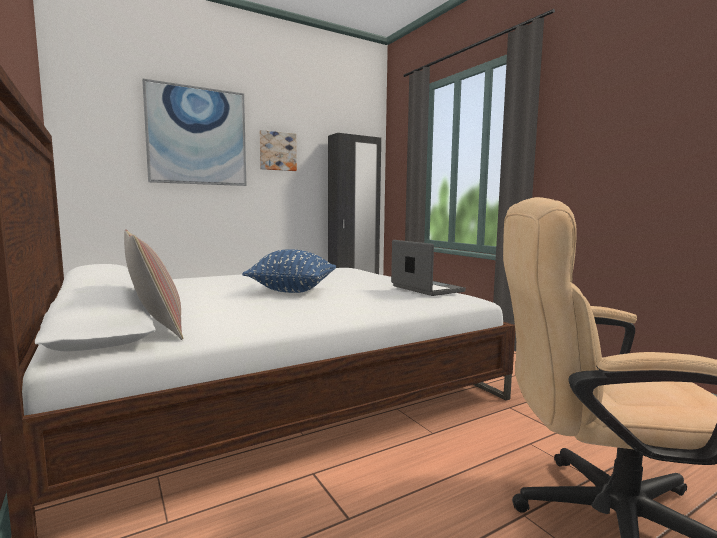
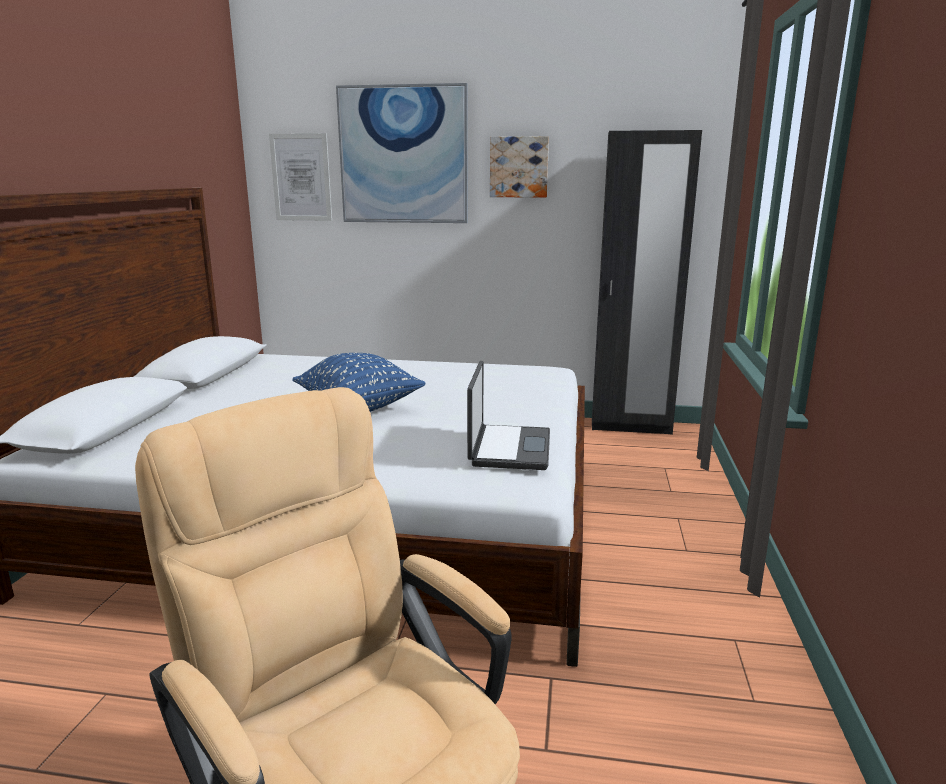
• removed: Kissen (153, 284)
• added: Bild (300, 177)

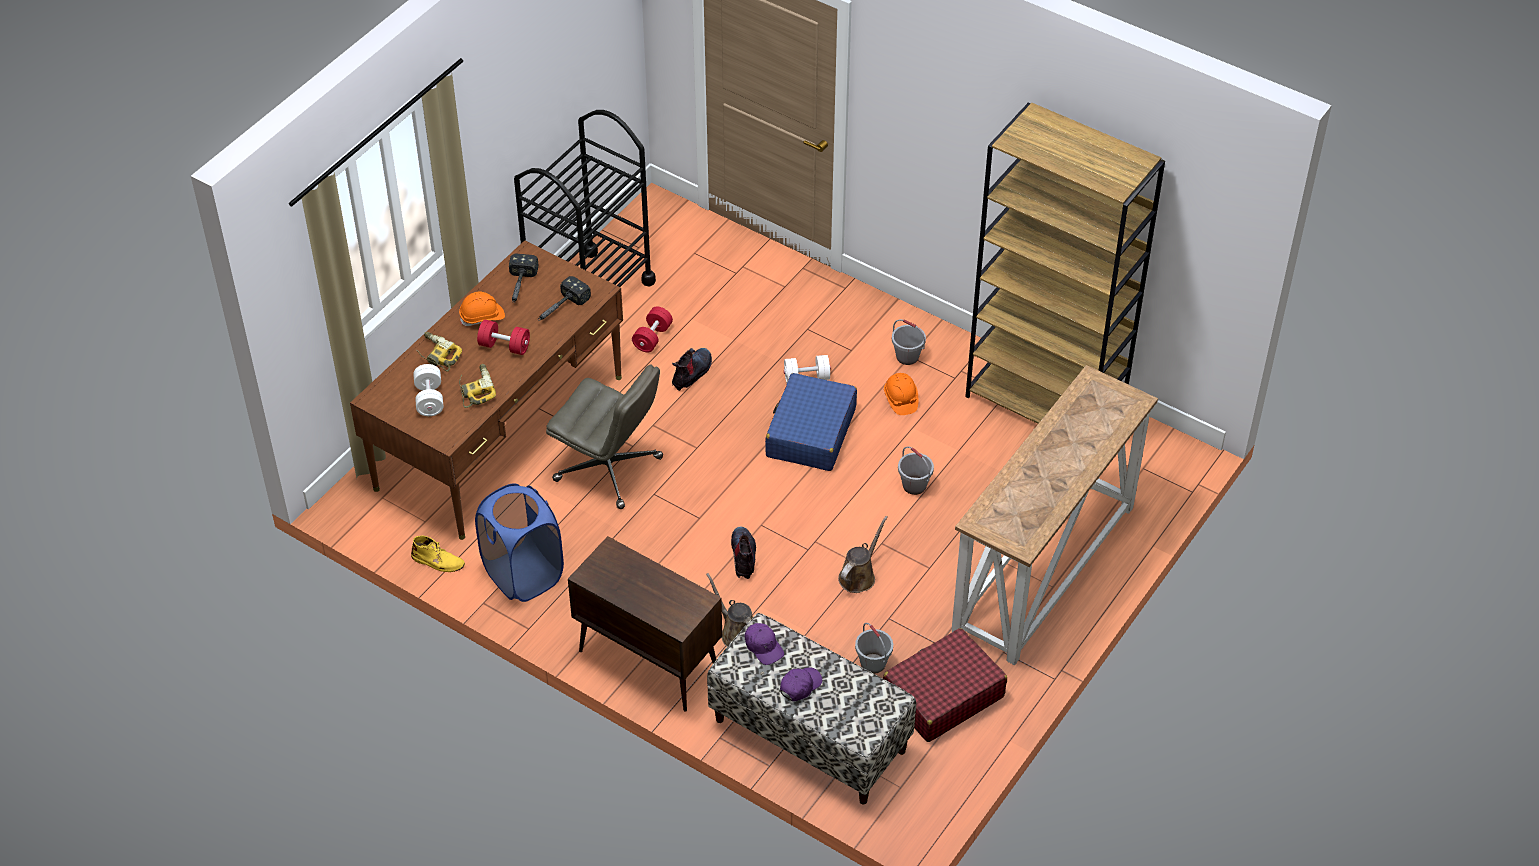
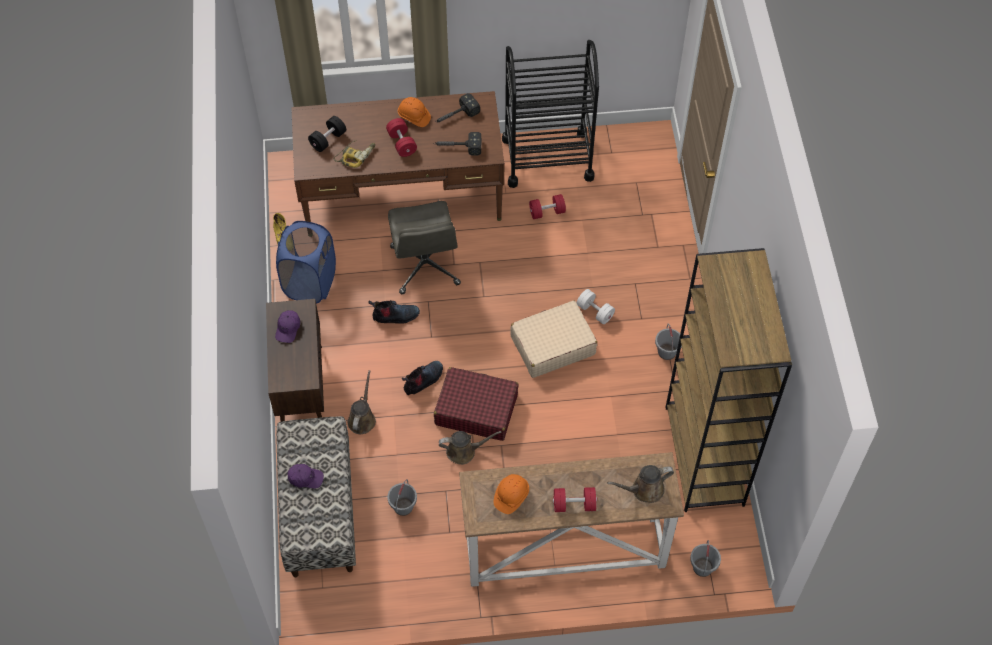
• removed: Bohrmaschine (439, 352)
• moved: Stiefel (692, 369) to (394, 312)
• recoloured: Hantel (weiß) (428, 390) to Hantel (schwarz) (327, 134)
• recoloured: Koffer (blau) (811, 422) to Koffer (beige) (553, 339)
• moved: Schutzhelm (orange) (901, 394) to (511, 494)
• moved: Eimer (grau) (916, 470) to (705, 558)
• moved: Kappe (lila) (764, 644) to (287, 326)
• moved: Koffer (rot) (945, 685) to (476, 404)
• added: Gießkanne (braun) (640, 484)
• added: Hantel (rot) (575, 499)

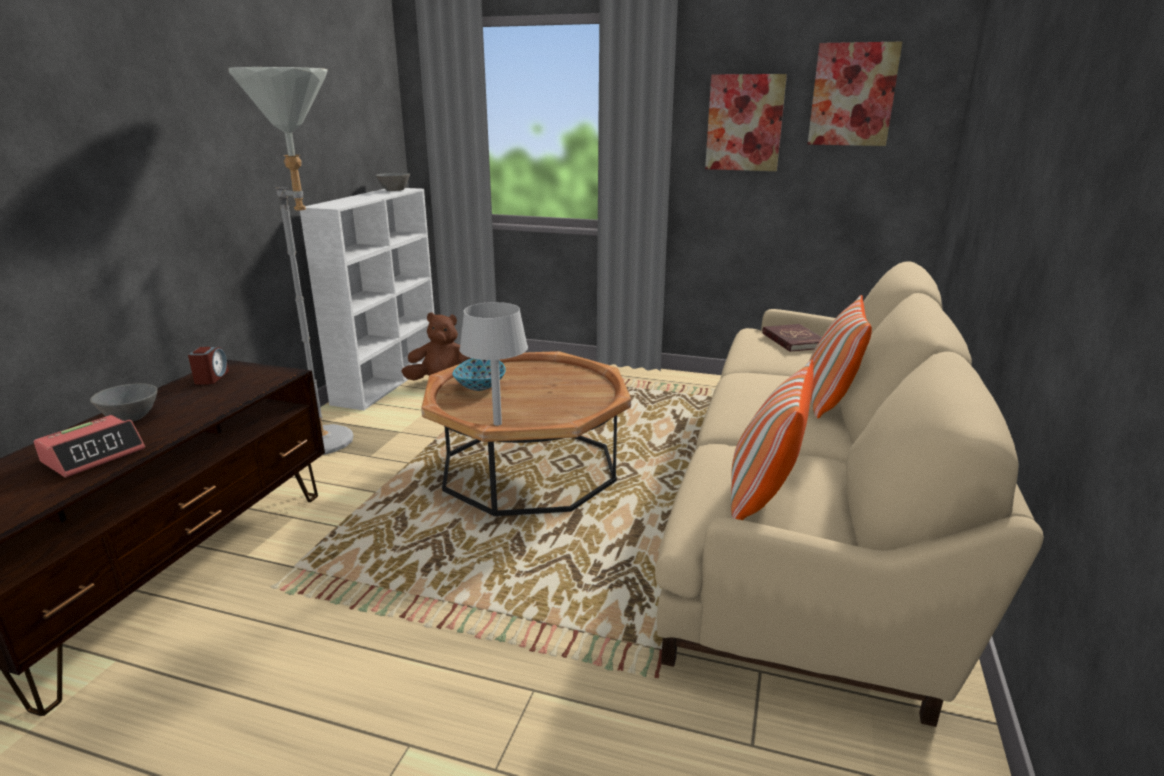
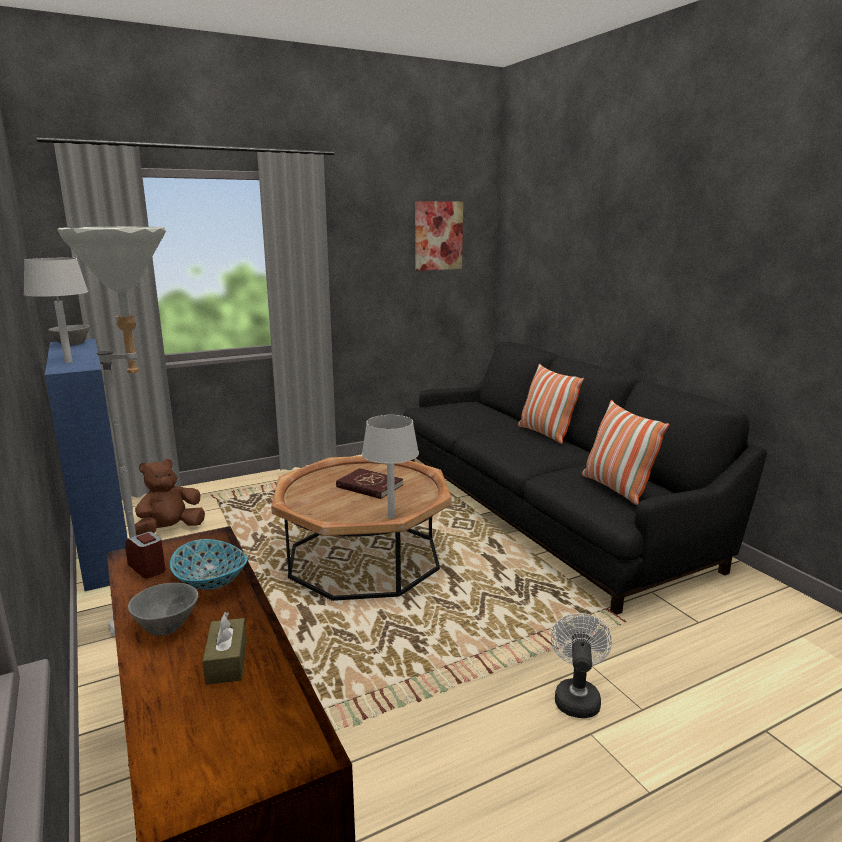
• removed: Bild (746, 122)
• recoloured: Bücherregal (weiß) (367, 299) to Bücherregal (blau) (86, 465)
• recoloured: Sofa (beige) (849, 494) to Sofa (schwarz) (585, 478)
• moved: Buch (rot) (792, 338) to (369, 483)
• moved: Schüssel (479, 374) to (208, 564)
• replaced: Wecker (89, 446) to Taschentuchbox (braun) (225, 648)
• added: Tischlampe (grau) (56, 310)
• added: Ventilator (weiß) (581, 665)

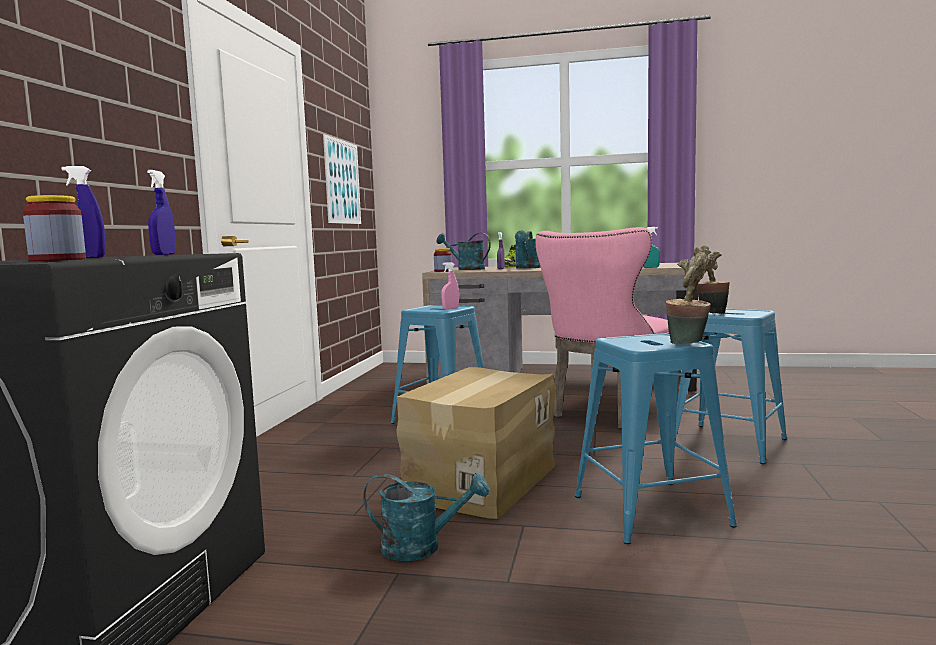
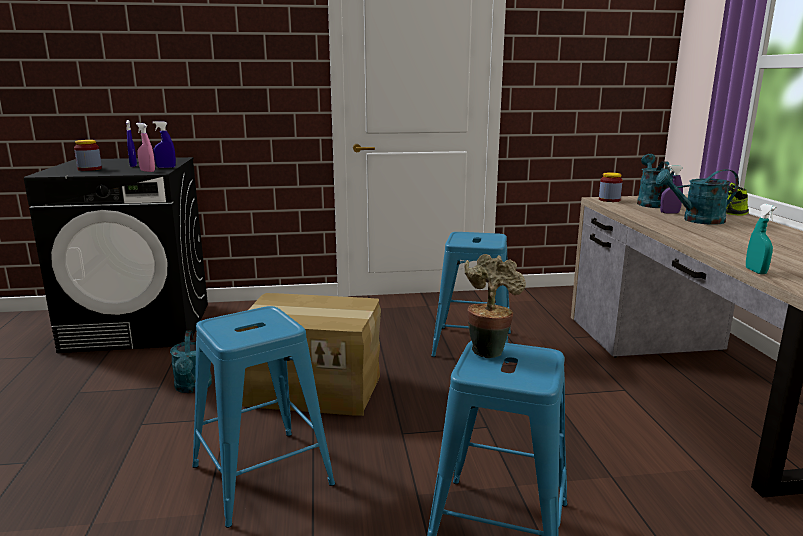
• removed: Bild (342, 179)
• removed: Stuhl (rosa) (607, 327)
• removed: Topfpflanze (690, 298)
• moved: Sprühflasche (rosa) (450, 285) to (145, 147)

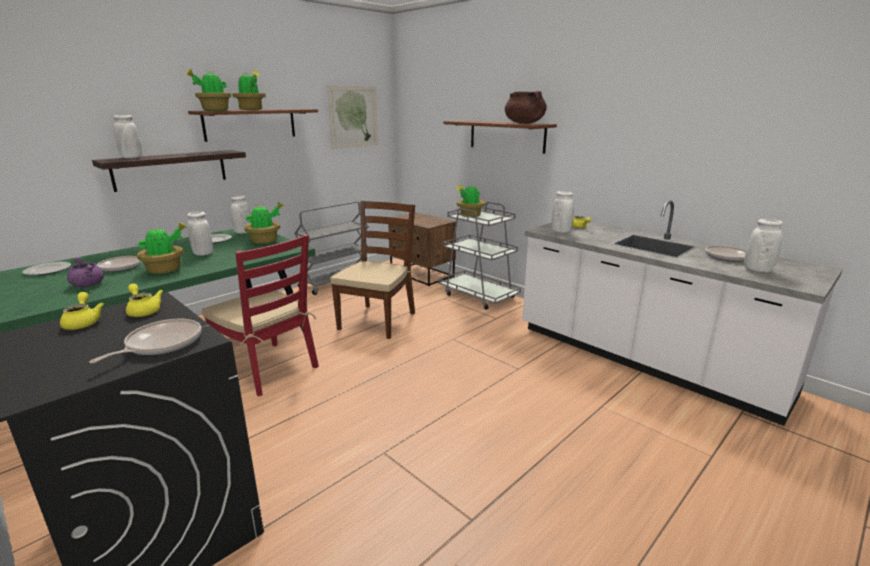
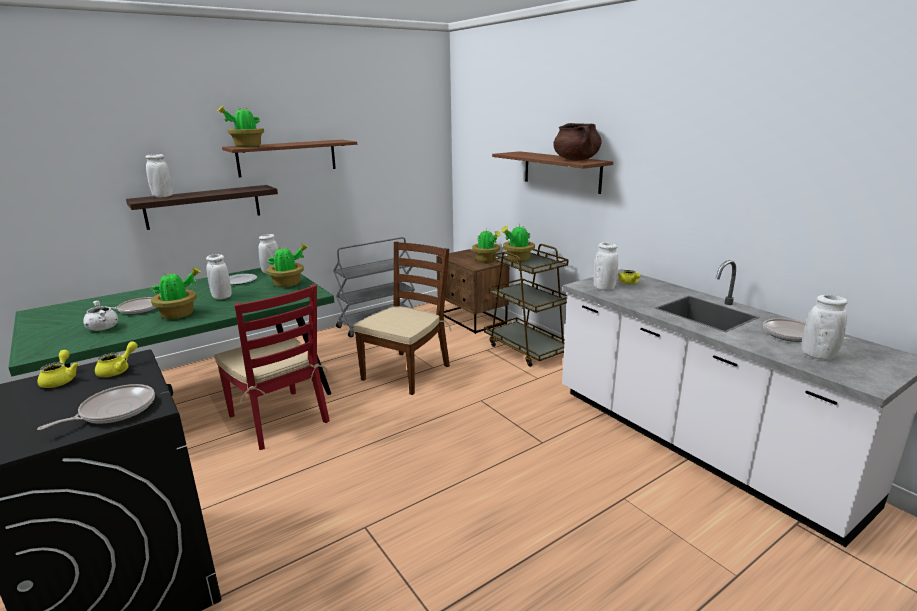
• moved: Topfpflanze (249, 90) to (486, 245)
• removed: Bild (352, 117)
• recoloured: Rollwagen (grau) (480, 256) to Rollwagen (braun) (526, 305)
• recoloured: Kochtopf (lila) (85, 272) to Kochtopf (weiß) (100, 315)
• removed: Teller (46, 268)
• turned: Teekanne (gelb) (144, 300) = (116, 359) 60 degrees clockwise

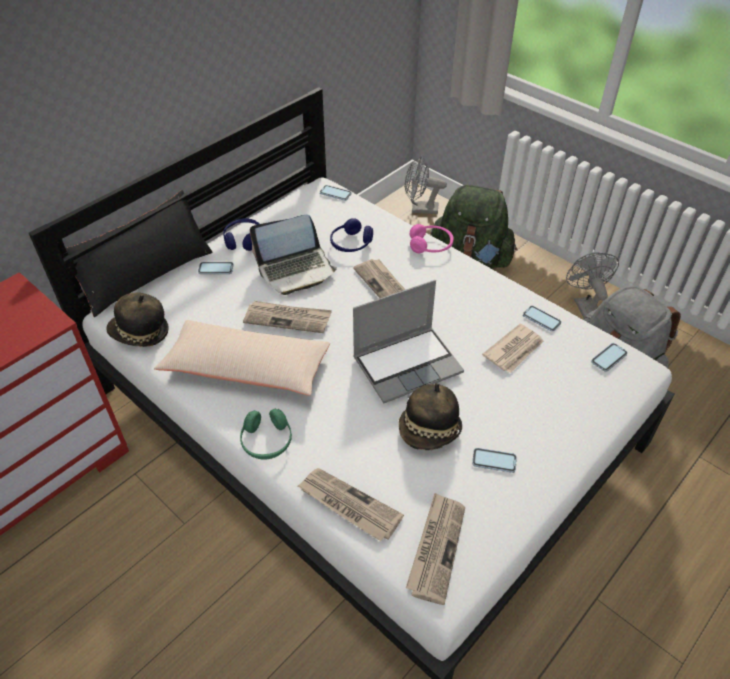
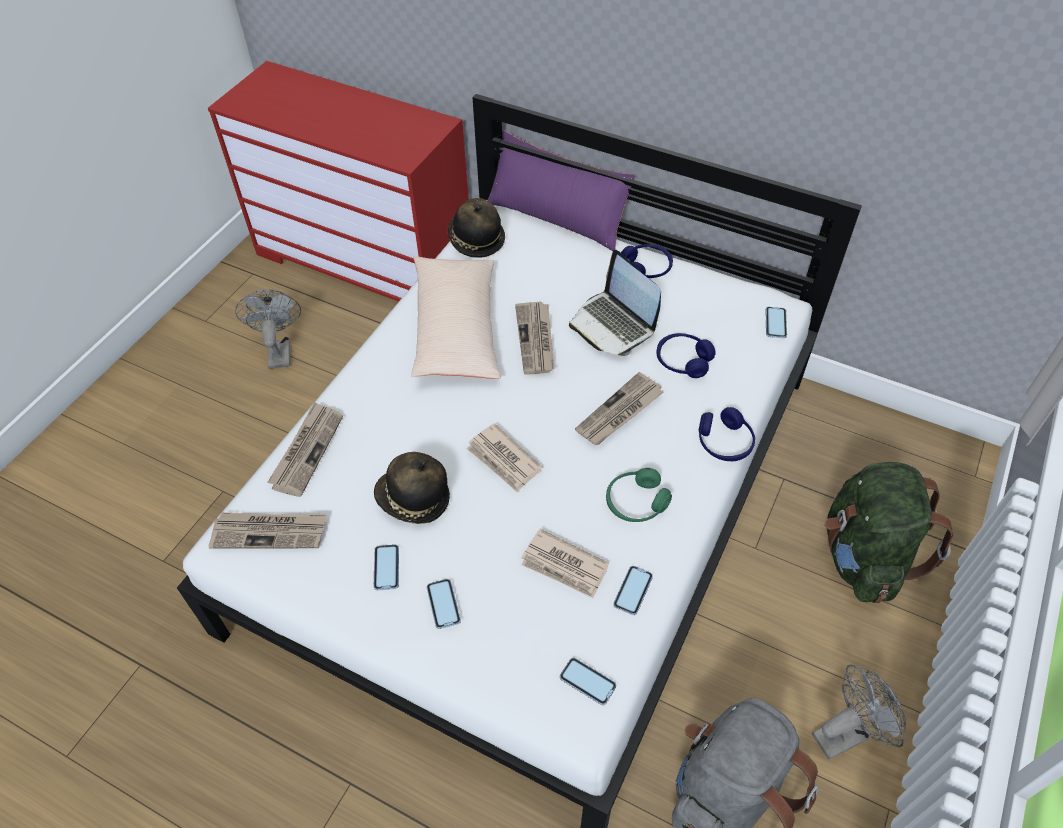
• moved: Ventilator (grau) (426, 185) to (268, 329)
• recoloured: Kissen (schwarz) (139, 253) to Kissen (lila) (561, 190)
• recoloured: Kopfhörer (rosa) (432, 238) to Kopfhörer (blau) (727, 434)
• moved: Handy (216, 268) to (444, 604)
• replaced: Laptop (408, 341) to Zeitung (504, 457)
• moved: Kopfhörer (grün) (266, 434) to (639, 495)

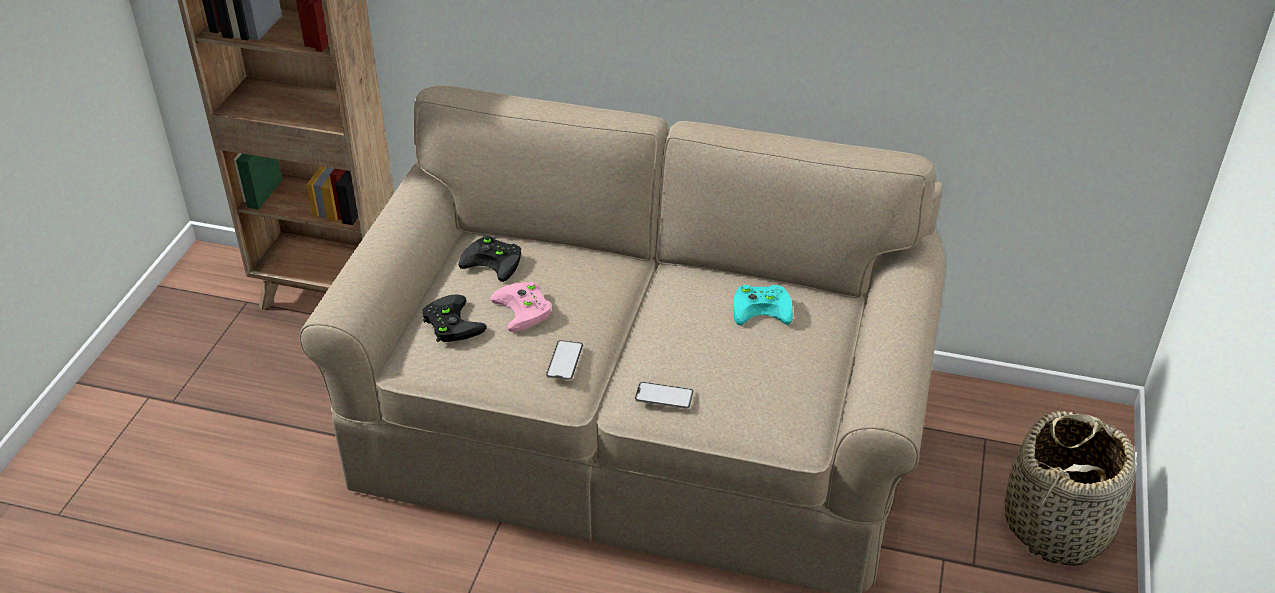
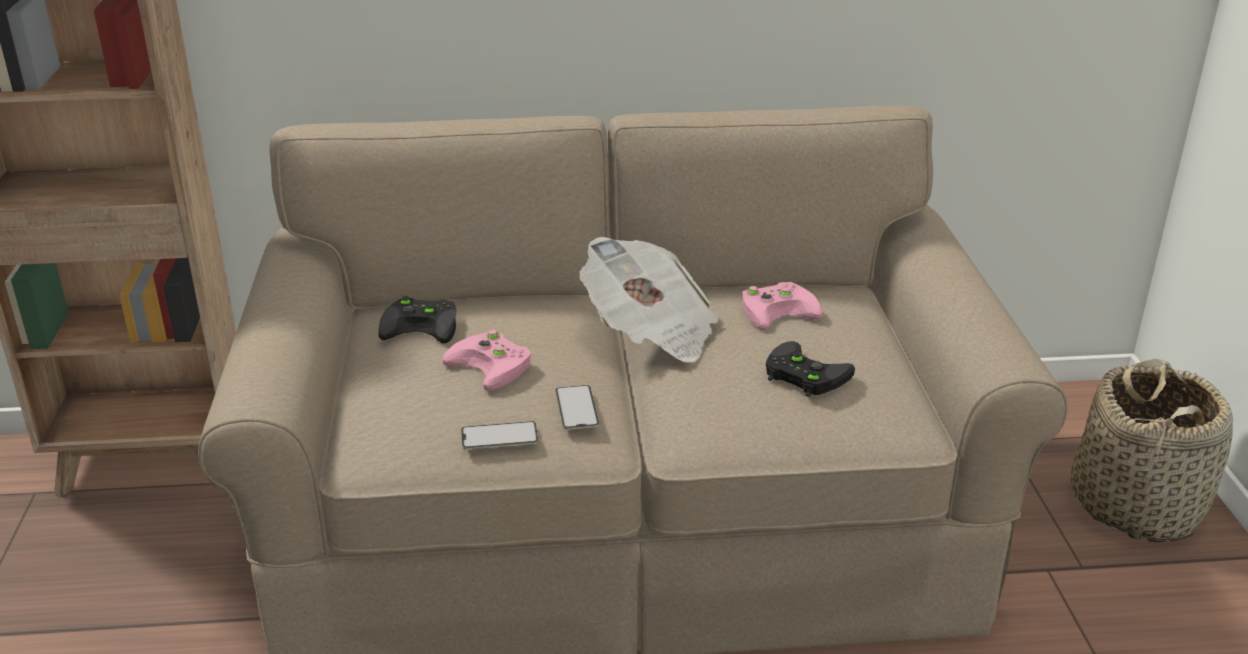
• recoloured: Gamepad (türkis) (763, 305) to Gamepad (rosa) (782, 306)
• moved: Gamepad (schwarz) (454, 318) to (810, 369)
• moved: Handy (664, 395) to (499, 435)
• added: Zeitung (649, 300)

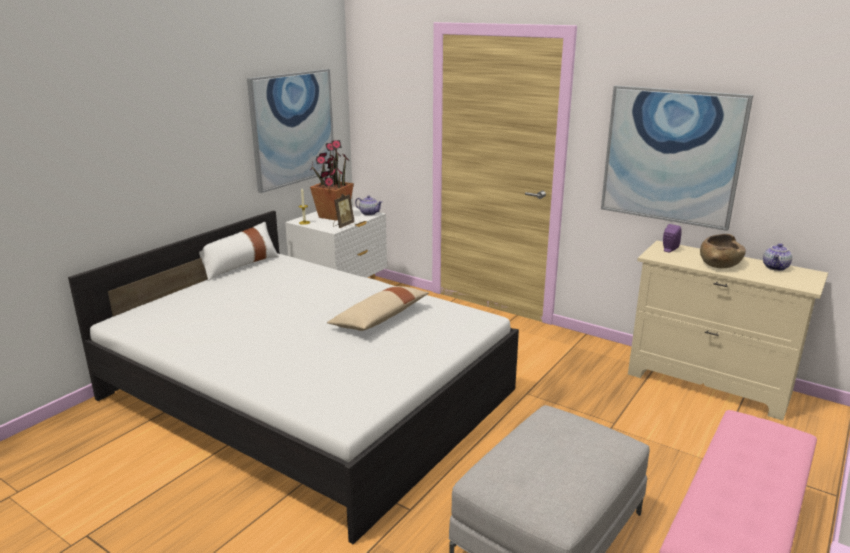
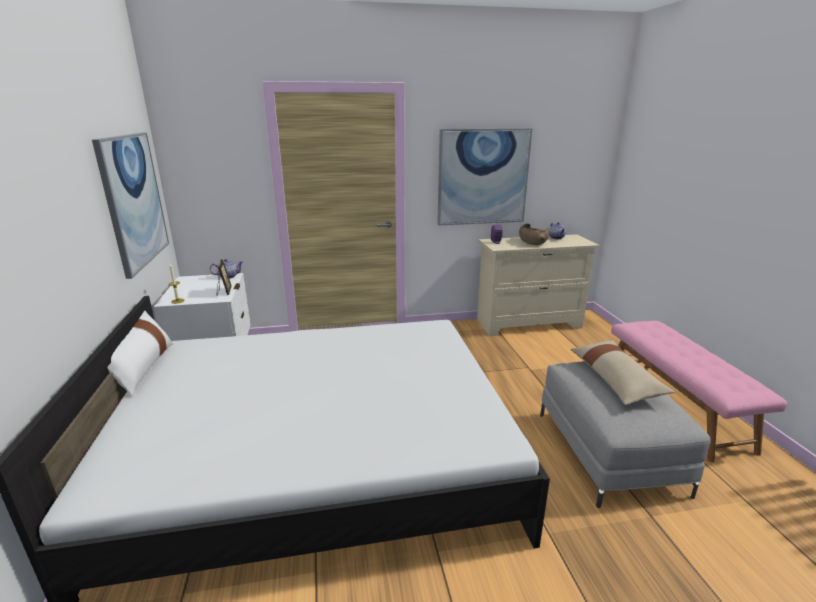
• removed: Topfpflanze (332, 180)
• moved: Kissen (beige) (378, 308) to (622, 372)

